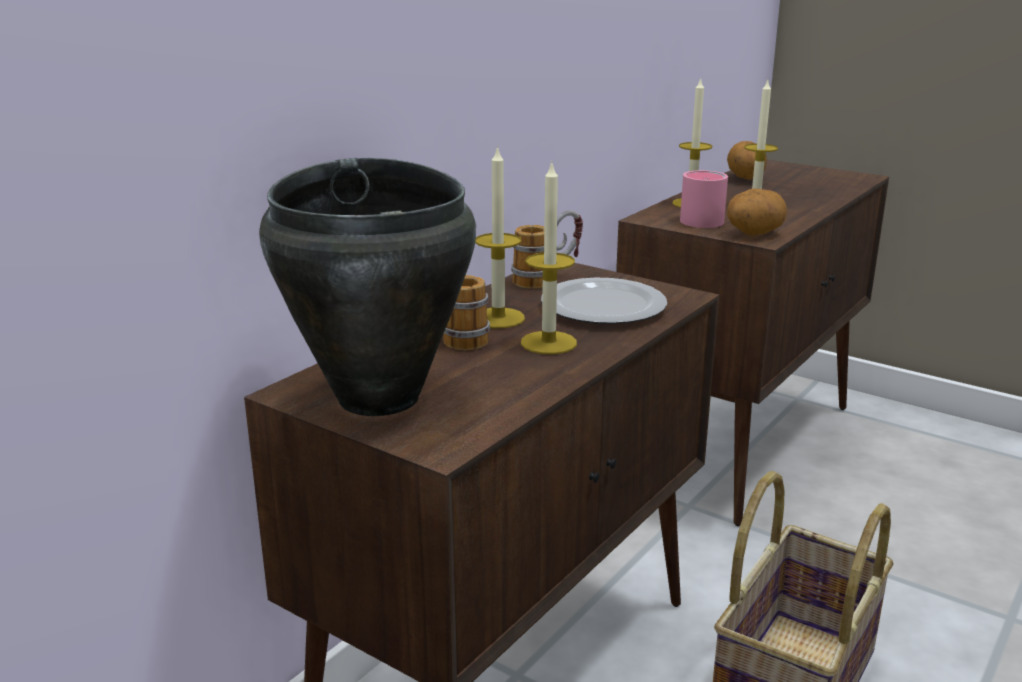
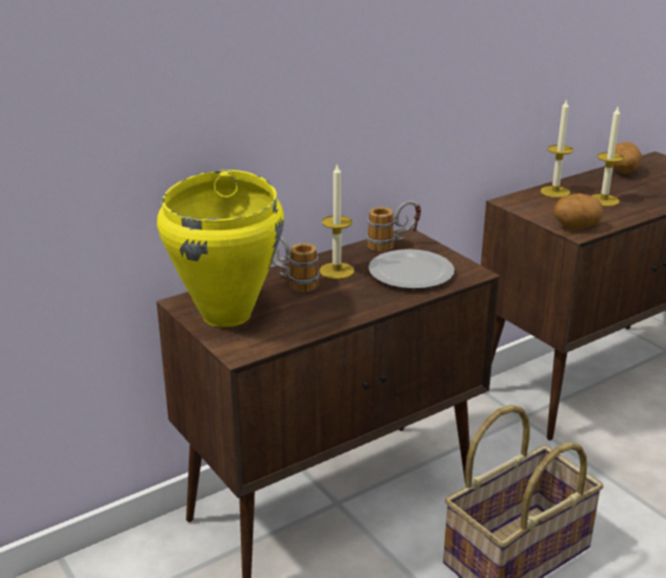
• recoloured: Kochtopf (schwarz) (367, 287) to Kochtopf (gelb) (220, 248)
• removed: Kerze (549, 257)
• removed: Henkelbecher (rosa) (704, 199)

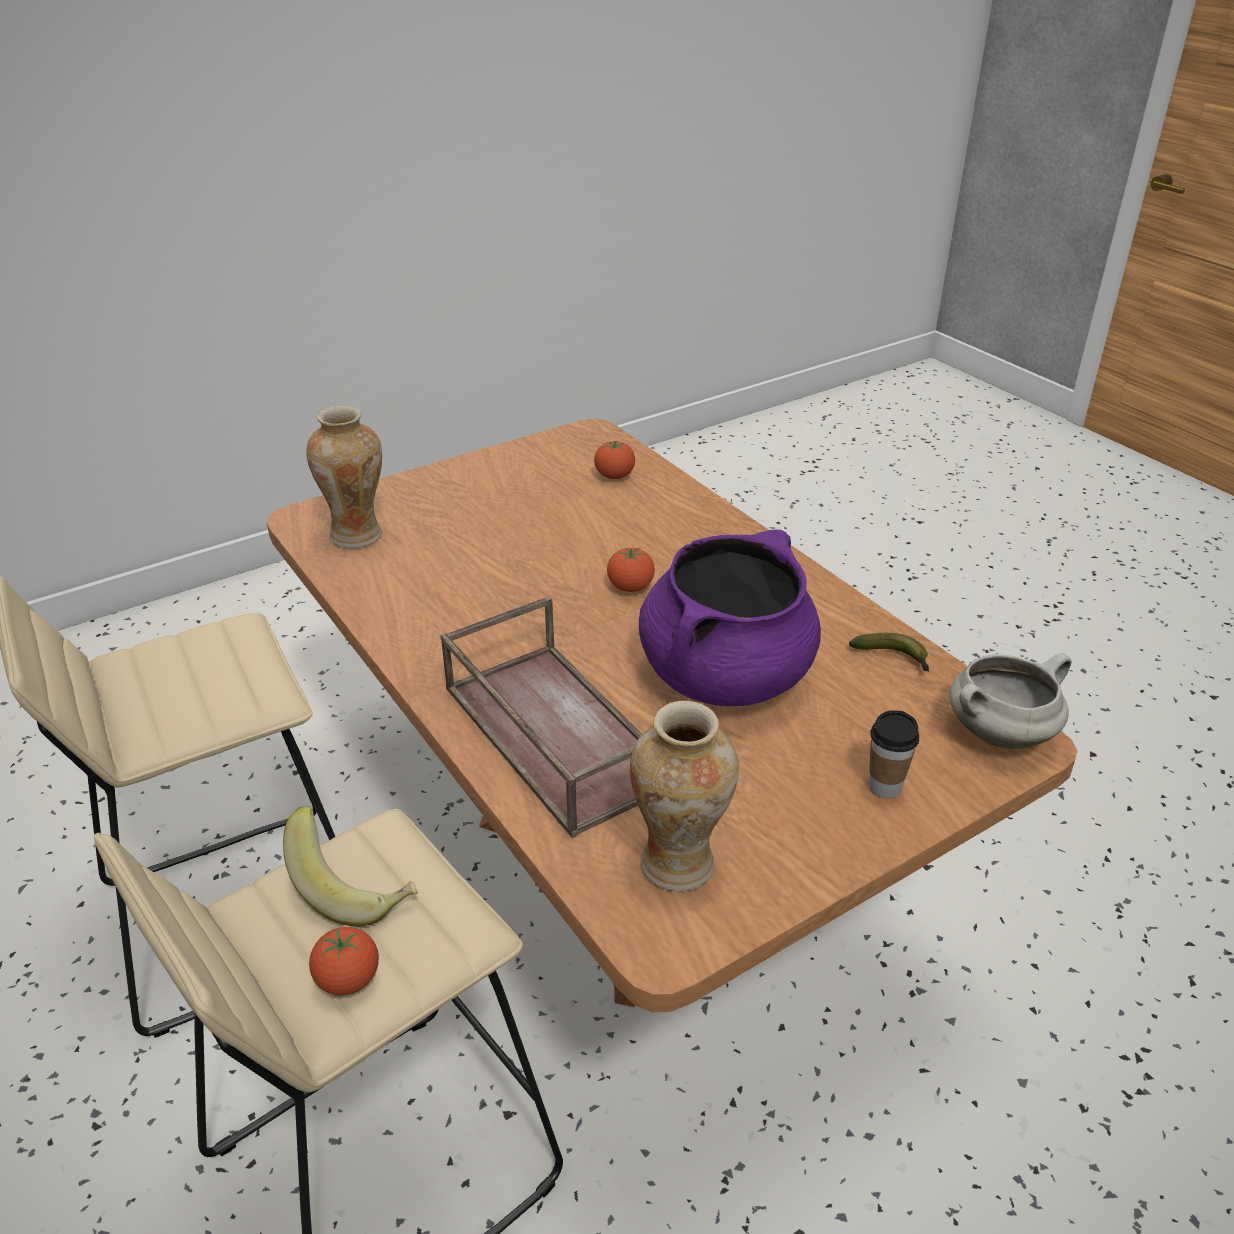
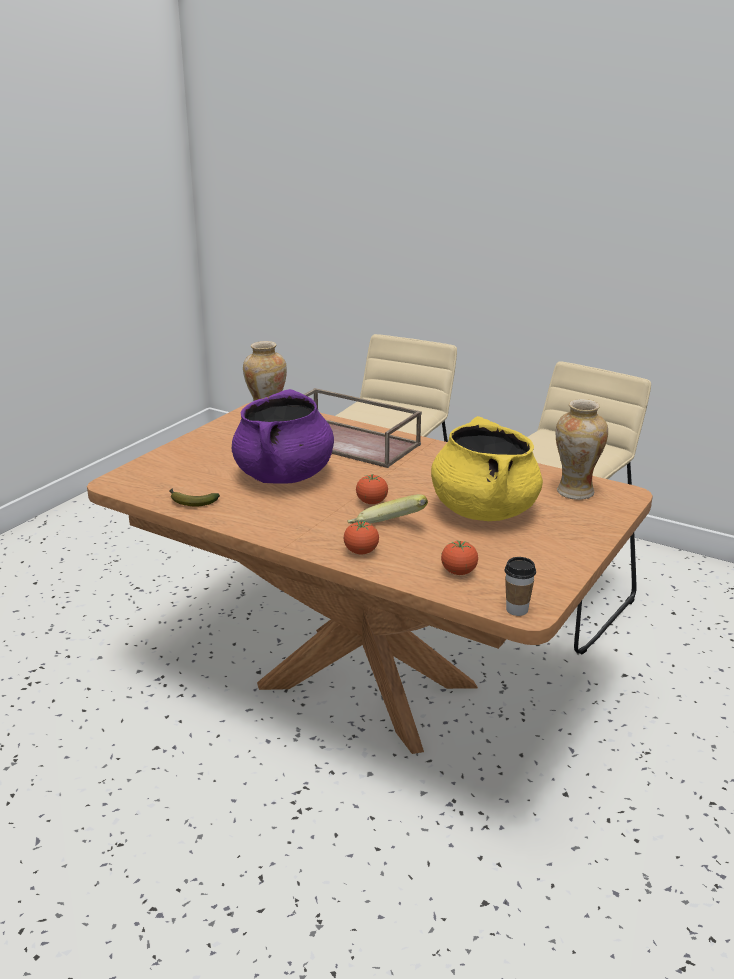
• removed: Kochtopf (weiß) (1010, 701)
• moved: Tasse (894, 754) to (520, 586)
• moved: Banane (350, 866) to (388, 509)
• moved: Tomate (344, 961) to (361, 537)
• added: Kochtopf (gelb) (487, 468)

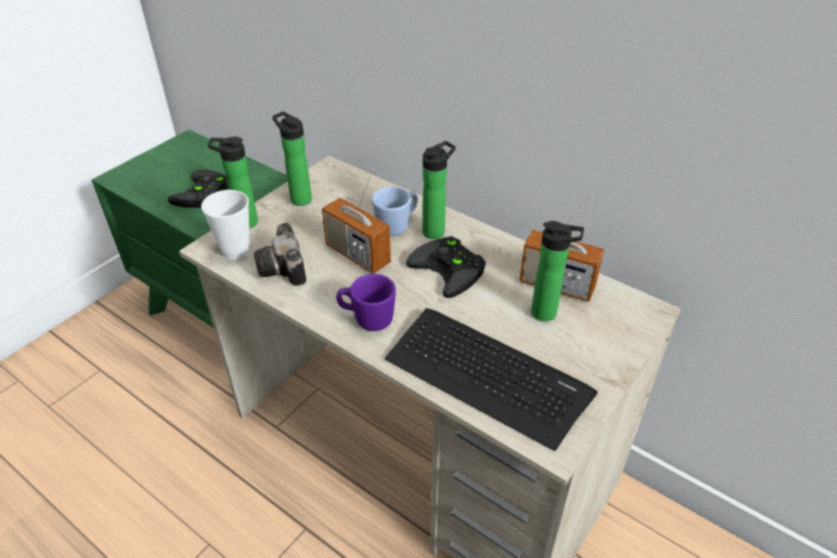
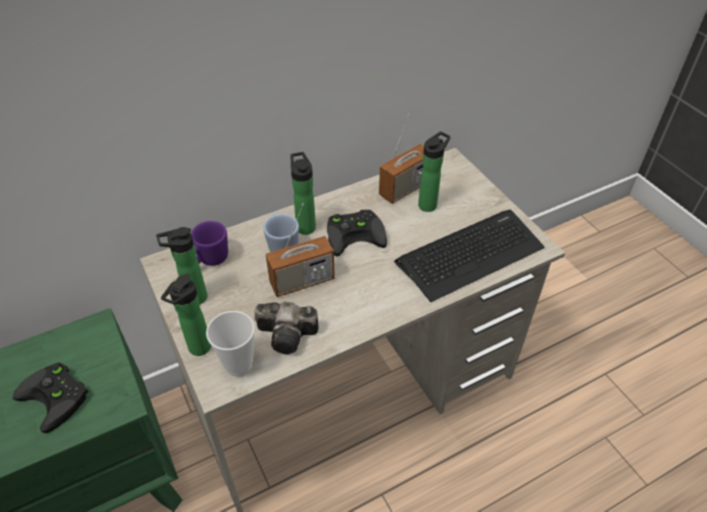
• moved: Henkelbecher (lila) (366, 302) to (209, 243)

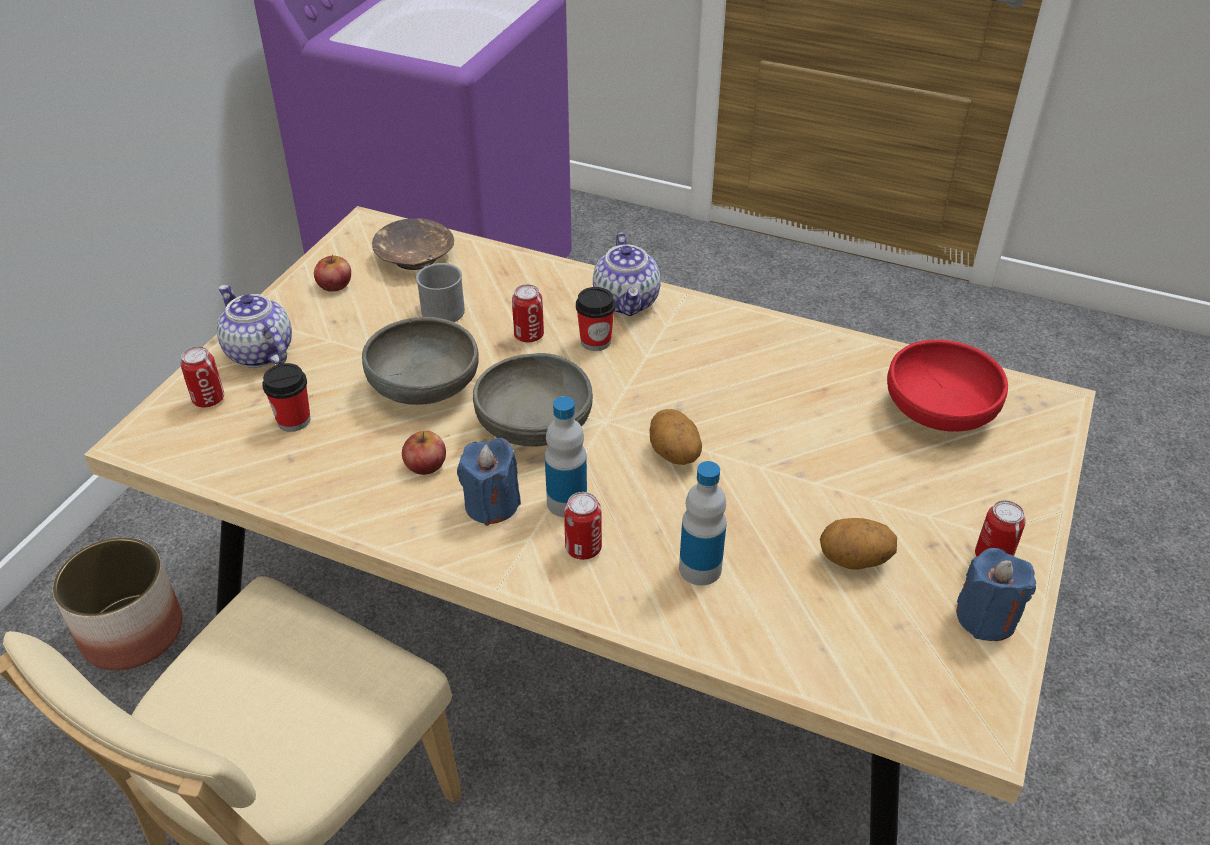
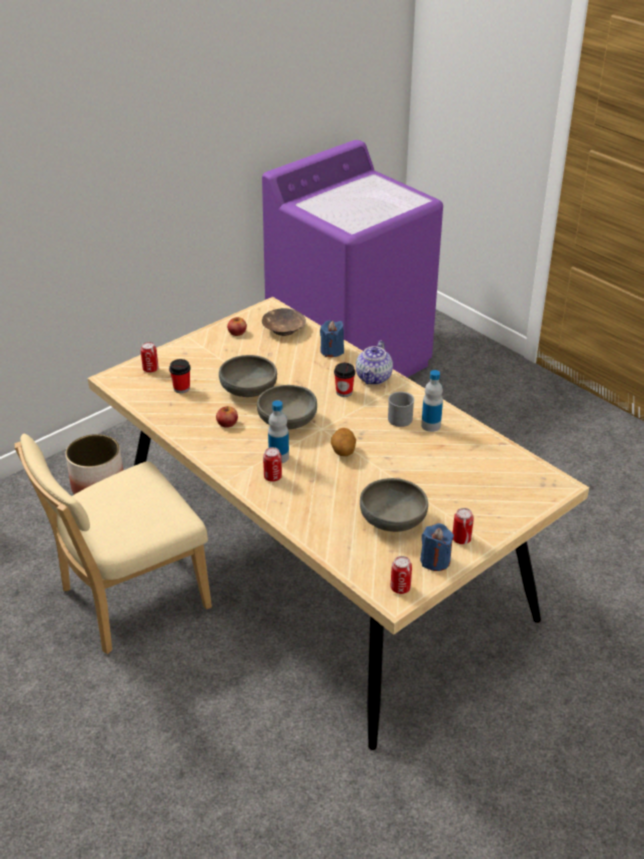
• moved: Henkelbecher (grau) (440, 292) to (401, 409)
• moved: Dose (528, 313) to (401, 575)
• removed: Teekanne (254, 326)
• removed: Schüssel (rot) (947, 385)
• moved: Kerze (blau) (489, 482) to (332, 338)
• moved: Flasche (702, 523) to (432, 401)
• replaced: Kartoffel (858, 544) to Schüssel (grau) (394, 505)

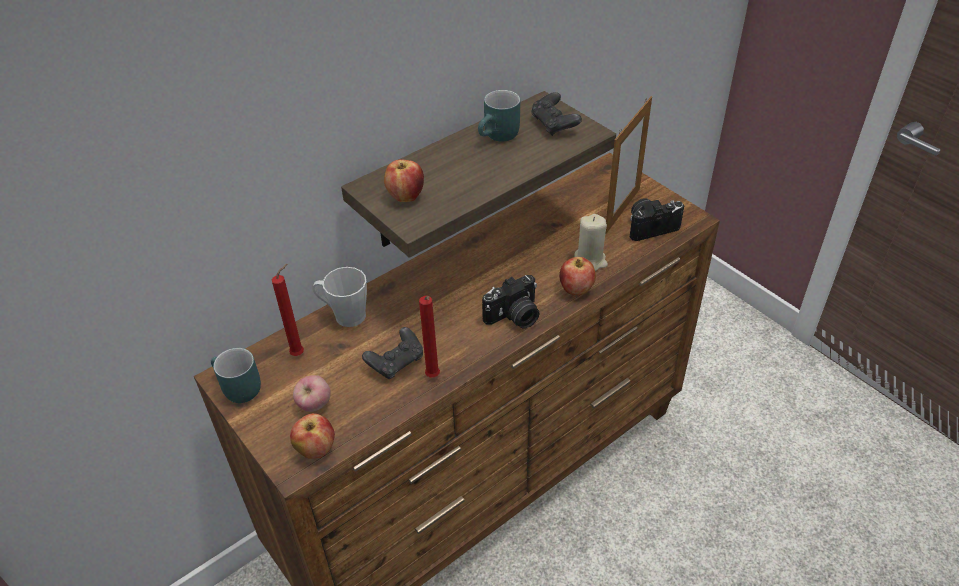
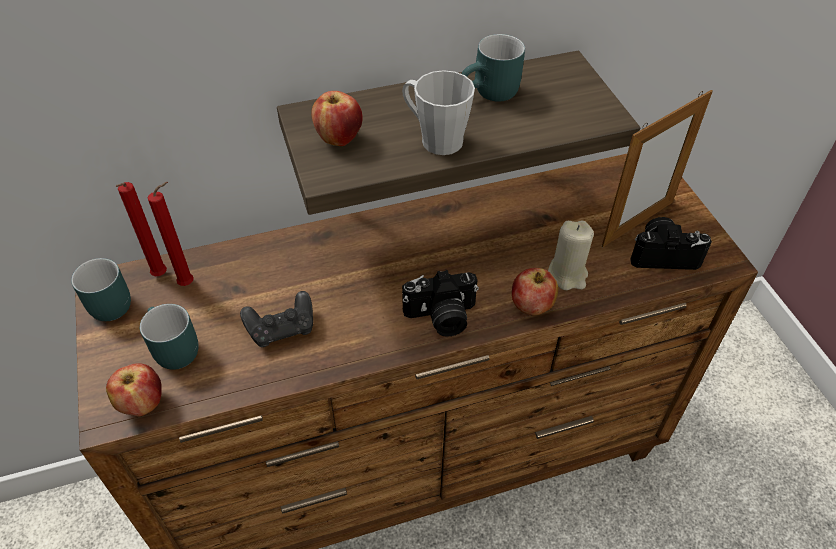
• removed: Gamepad (schwarz) (556, 114)
• moved: Henkelbecher (grau) (339, 297) to (438, 112)
• moved: Kerze (rot) (429, 336) to (141, 229)
• replaced: Apfel (312, 393) to Henkelbecher (türkis) (169, 336)

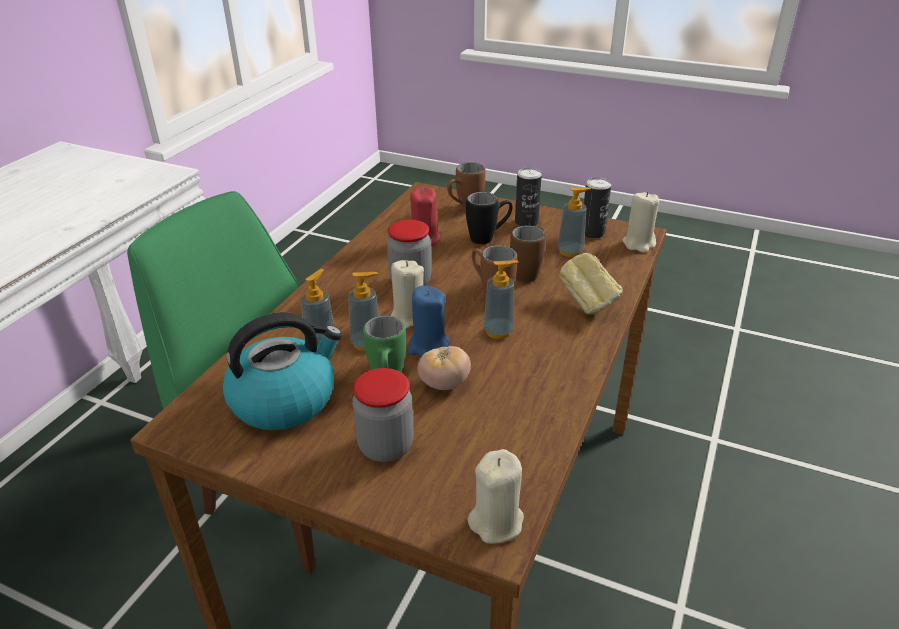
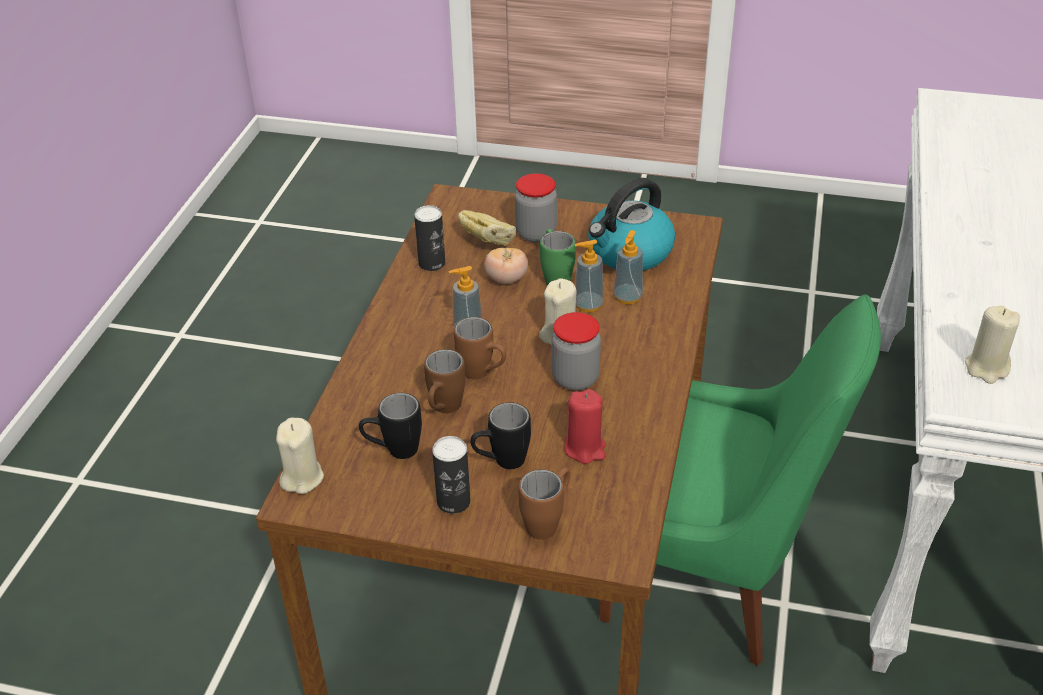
• moved: Dose (597, 208) to (429, 238)
• replaced: Seifenspender (574, 222) to Henkelbecher (schwarz) (390, 426)
• moved: Brot (591, 284) to (487, 228)
• removed: Kerze (blau) (428, 321)
• moved: Kerze (beige) (496, 496) to (992, 345)

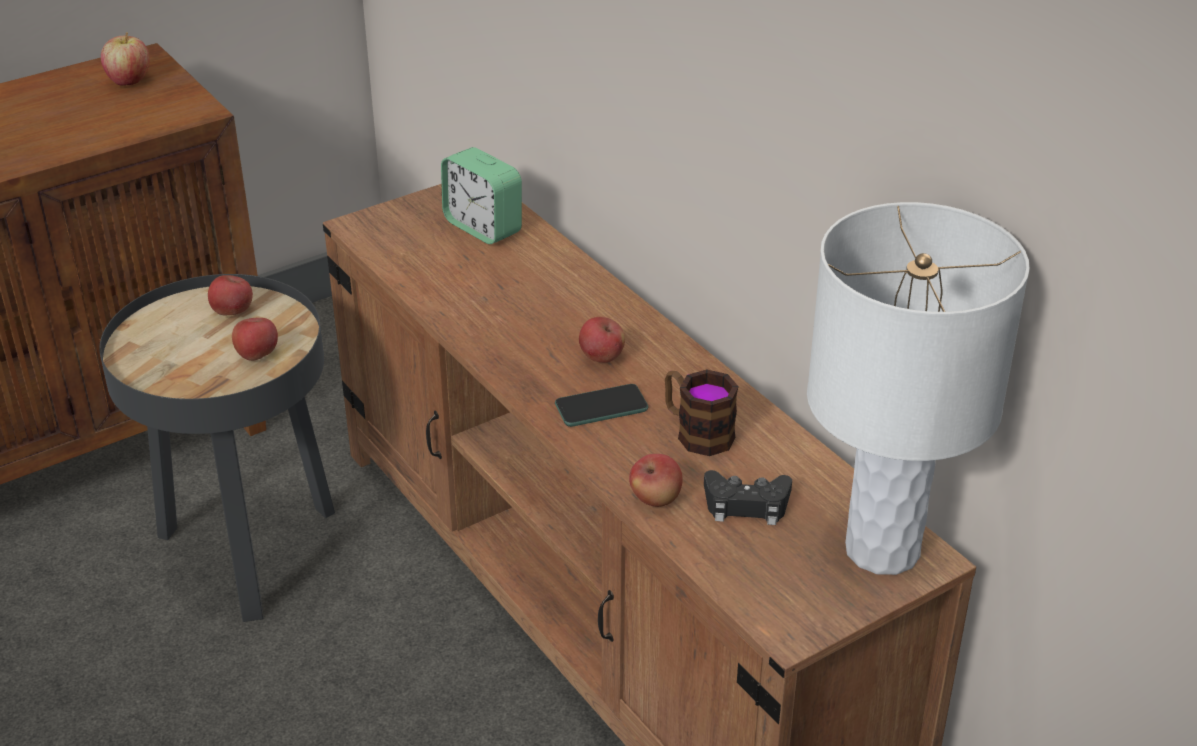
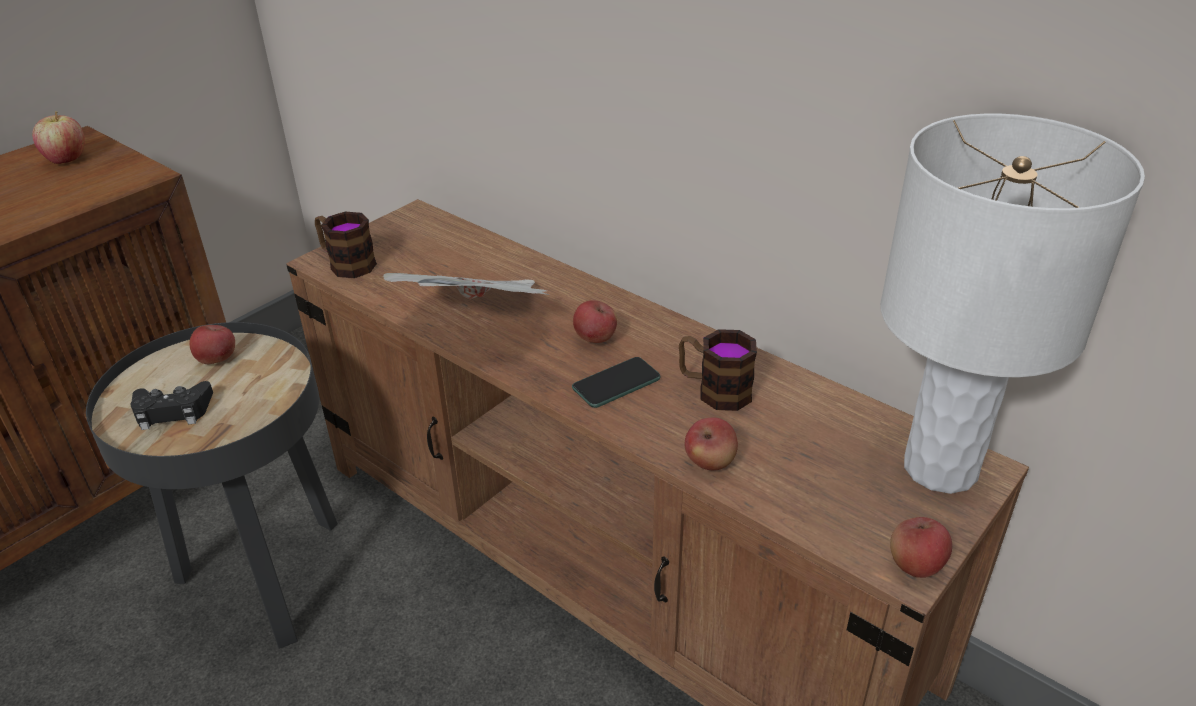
• removed: Wecker (481, 195)
• moved: Apfel (255, 339) to (921, 547)
• moved: Gamepad (schwarz) (748, 497) to (171, 405)
• added: Henkelbecher (346, 245)
• added: Zeitung (465, 286)

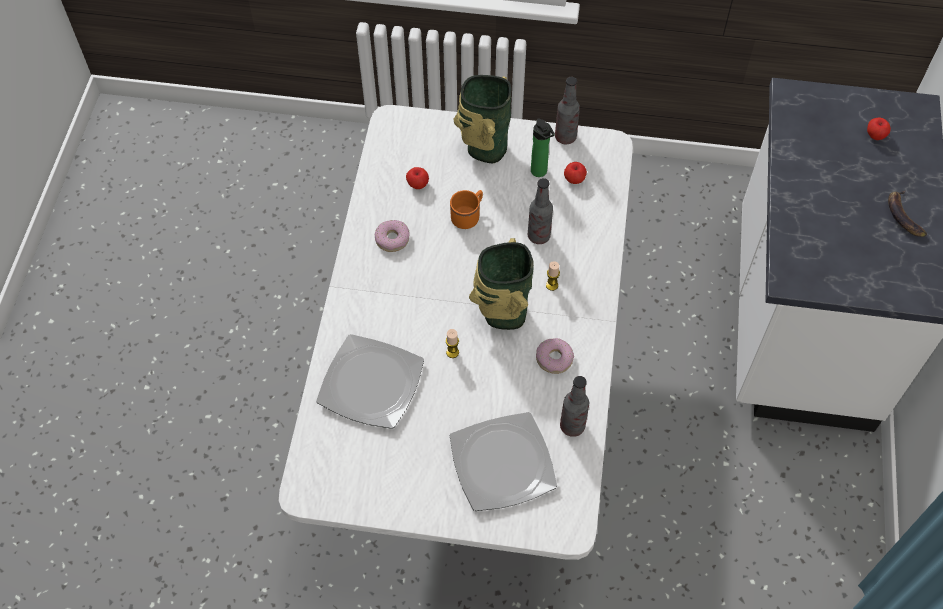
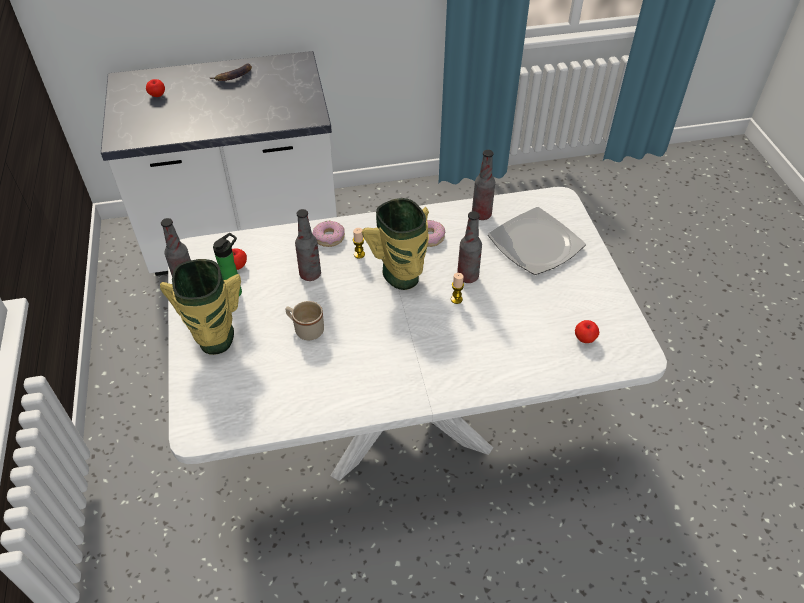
• moved: Apfel (417, 178) to (587, 331)
• recoloured: Henkelbecher (orange) (466, 209) to Henkelbecher (beige) (304, 320)
• moved: Donut (392, 236) to (329, 234)
• removed: Teller (370, 381)
• added: Flasche (469, 247)

